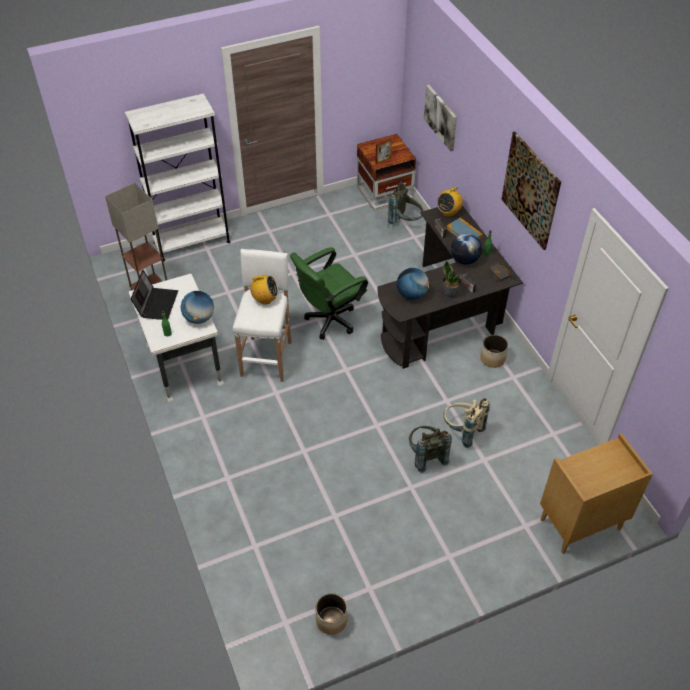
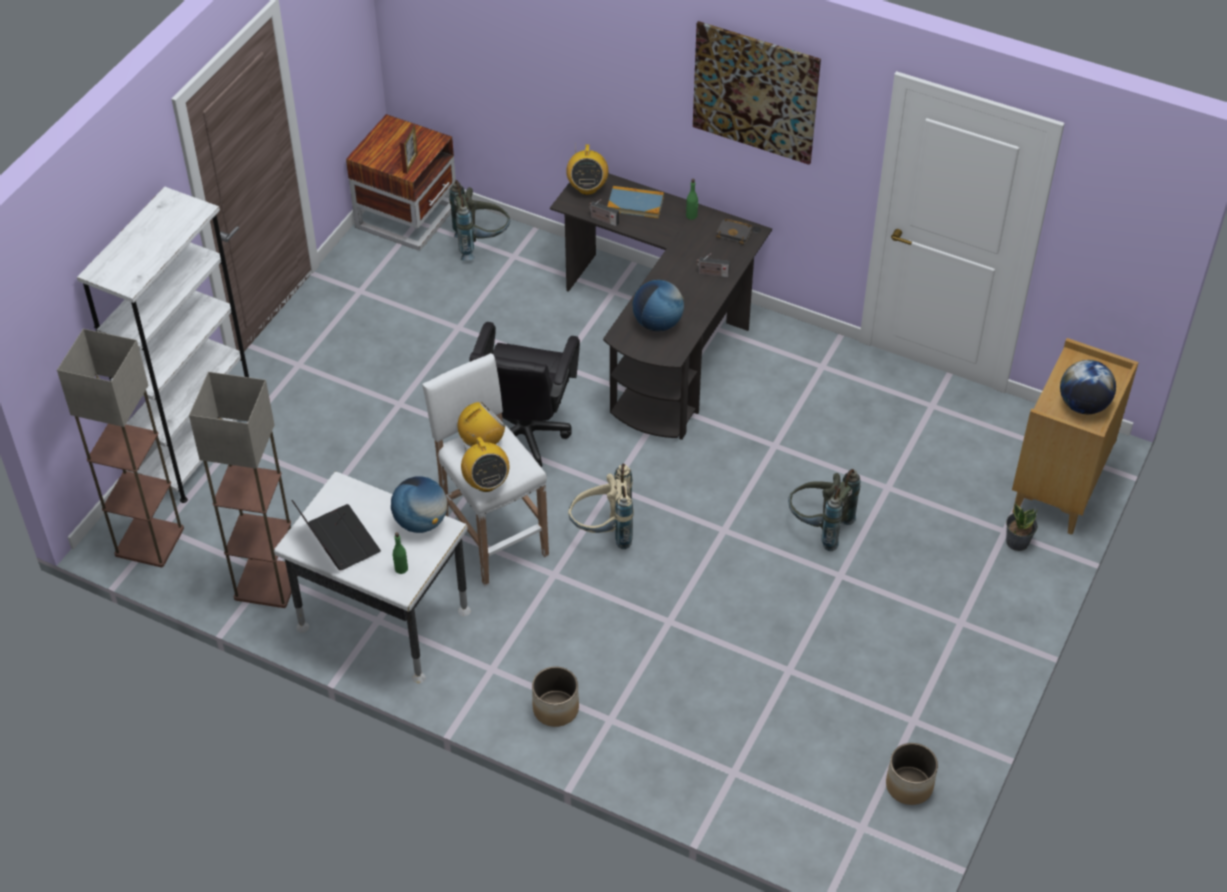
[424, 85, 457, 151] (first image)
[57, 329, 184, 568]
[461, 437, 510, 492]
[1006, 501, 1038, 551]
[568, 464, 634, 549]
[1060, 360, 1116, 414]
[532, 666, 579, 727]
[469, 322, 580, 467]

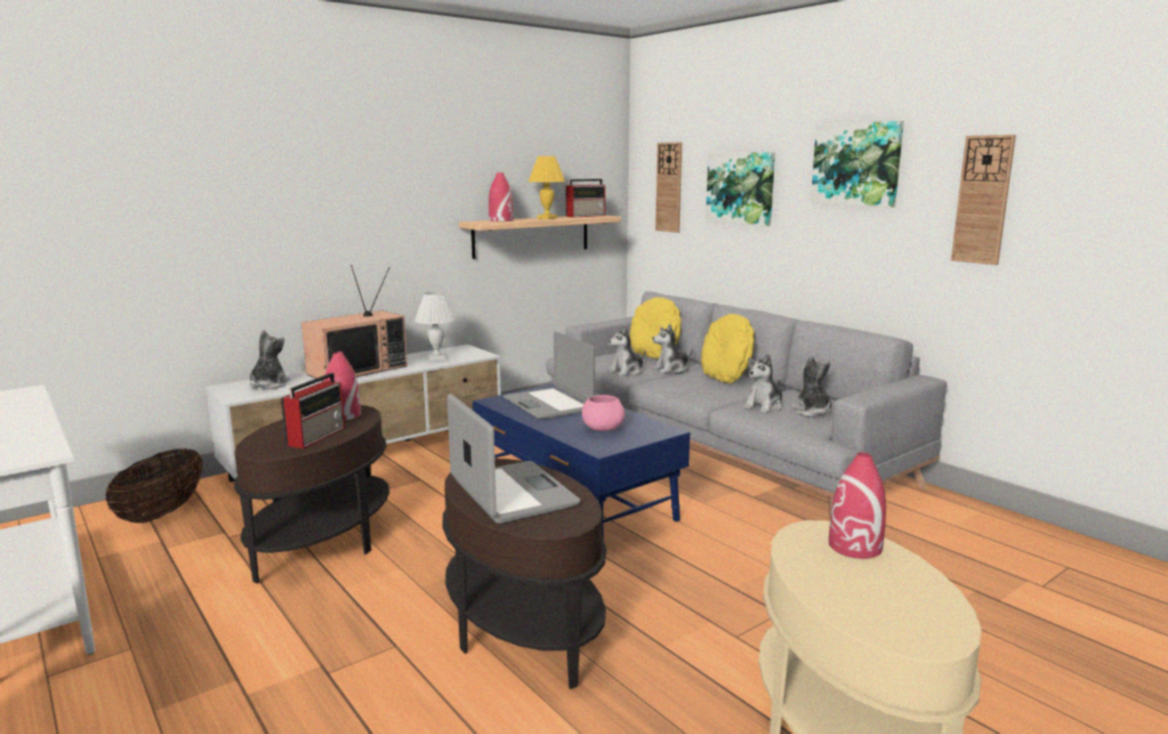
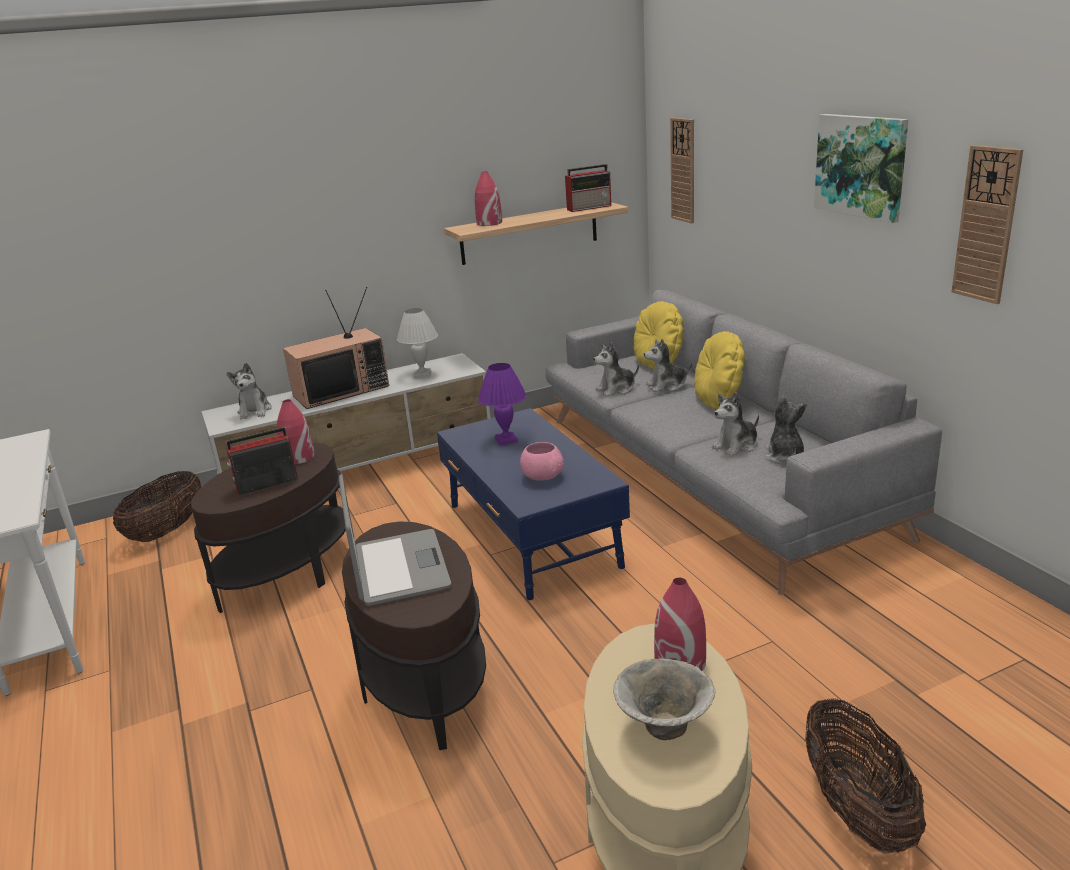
[528, 156, 565, 219] (first image)
[706, 152, 775, 226] (first image)
[613, 659, 715, 740]
[805, 698, 926, 854]
[478, 363, 526, 445]
[226, 363, 272, 419]
[226, 427, 298, 495]

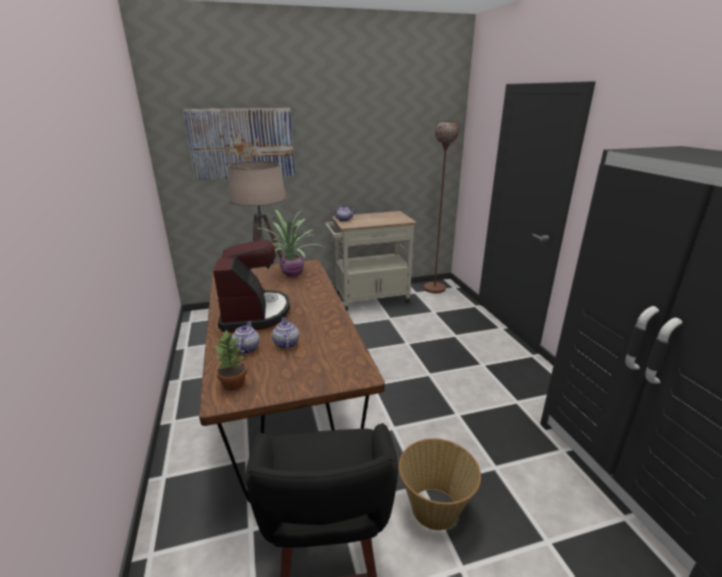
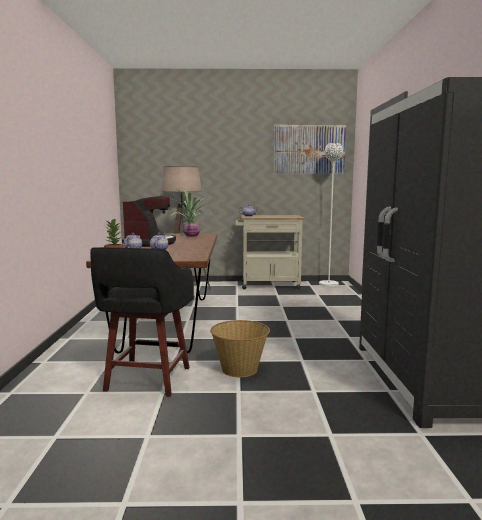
[274, 125, 346, 174]
[319, 143, 343, 287]

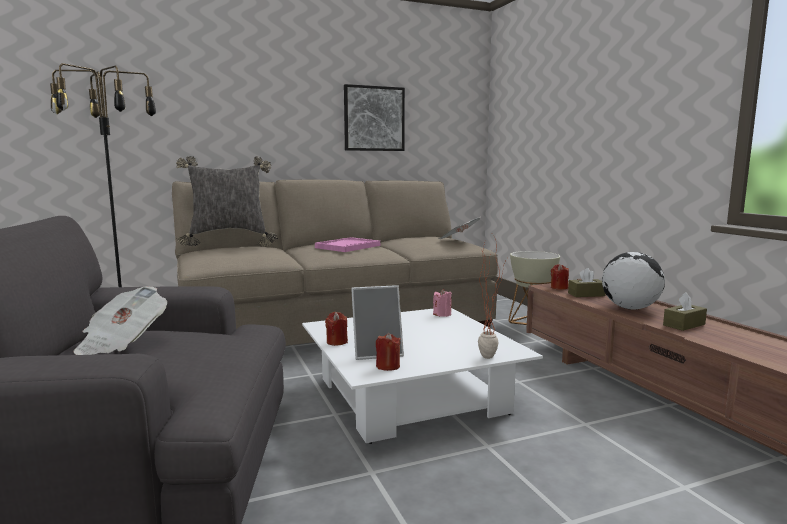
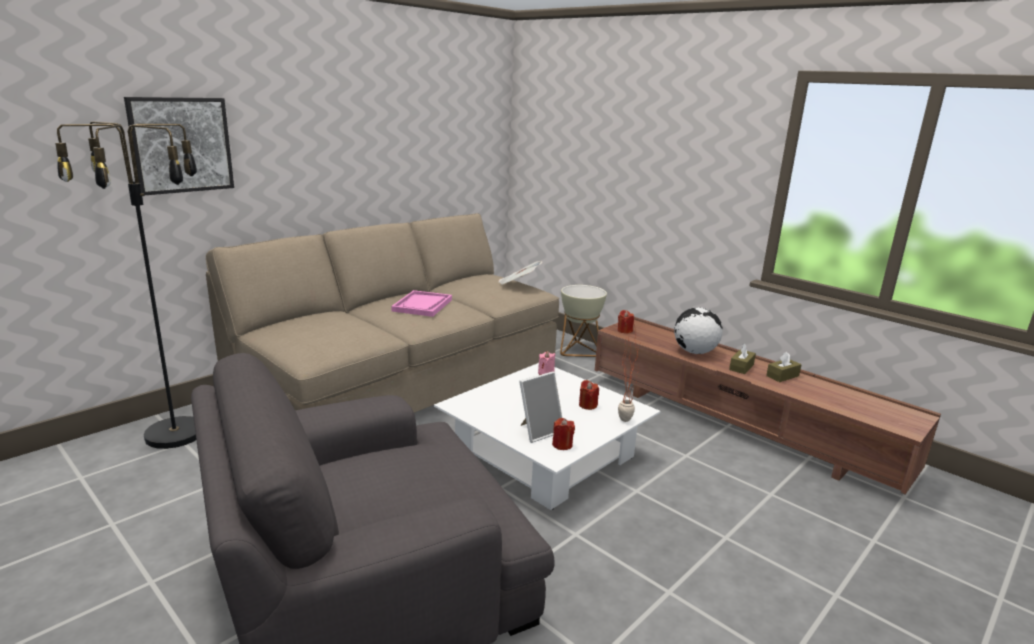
[74, 286, 167, 355] (first image)
[176, 155, 278, 247] (first image)
[579, 380, 599, 410]
[124, 97, 234, 195]
[766, 352, 802, 382]

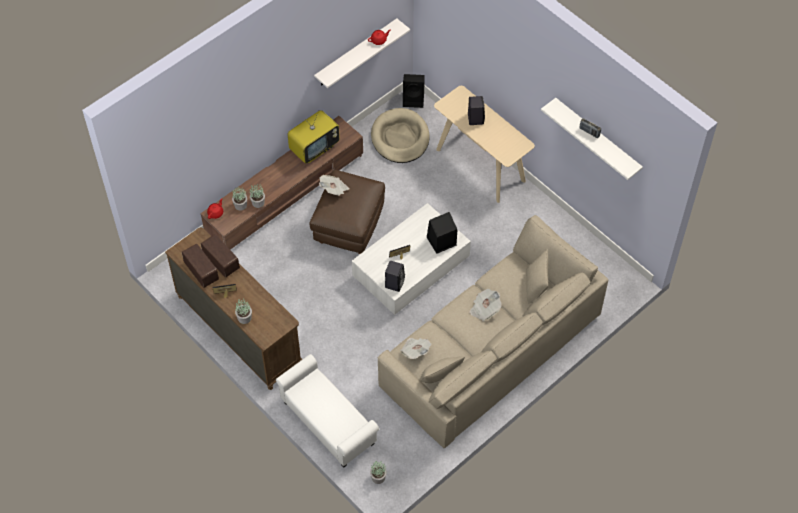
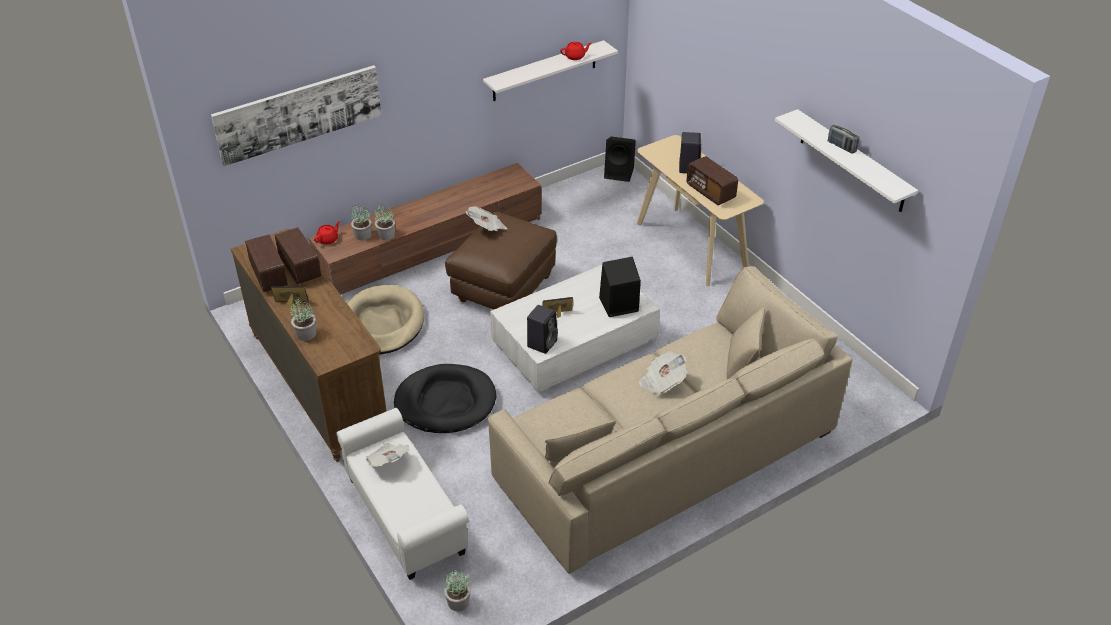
[288, 110, 340, 163] (first image)
[211, 65, 381, 166]
[394, 364, 496, 433]
[686, 156, 738, 205]
[347, 285, 424, 354]
[365, 443, 410, 467]

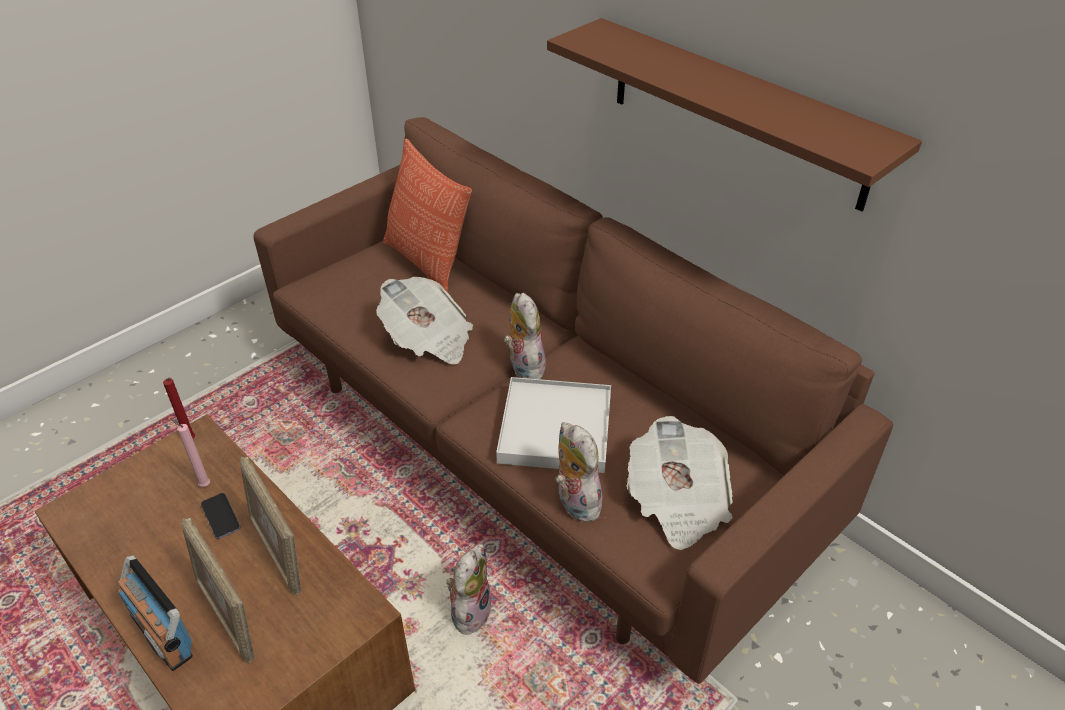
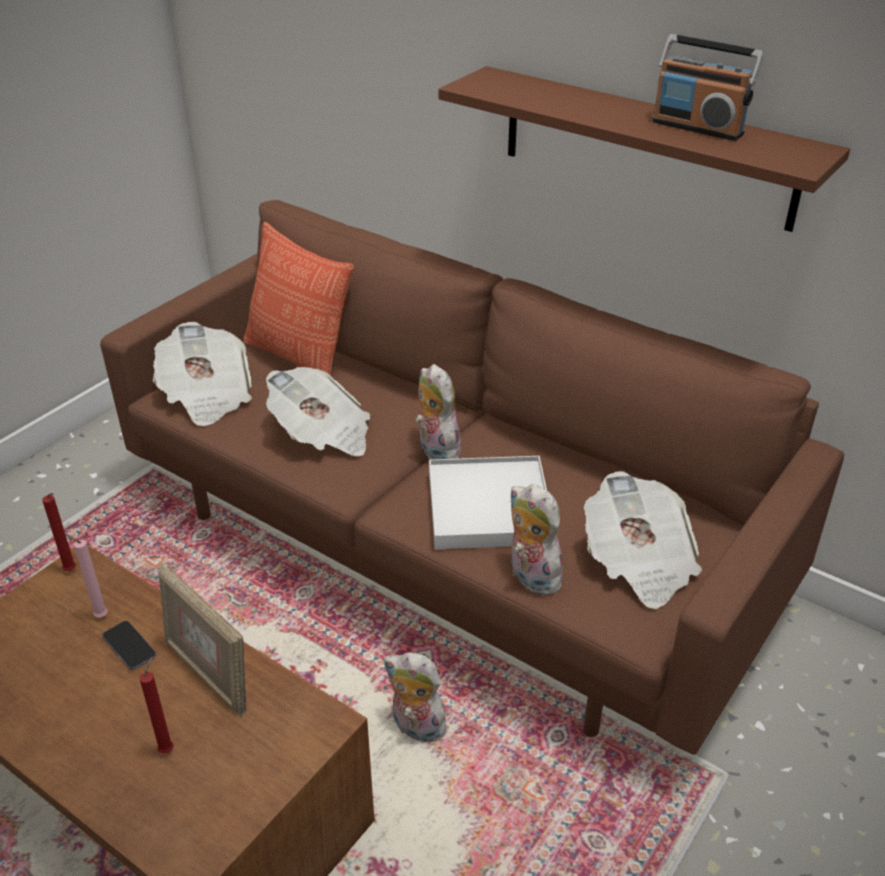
[153, 322, 252, 426]
[652, 34, 764, 141]
[140, 658, 174, 754]
[384, 652, 450, 743]

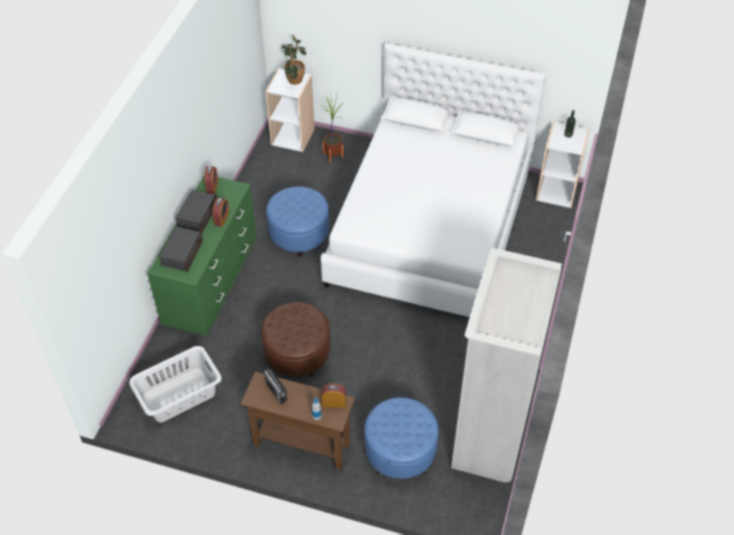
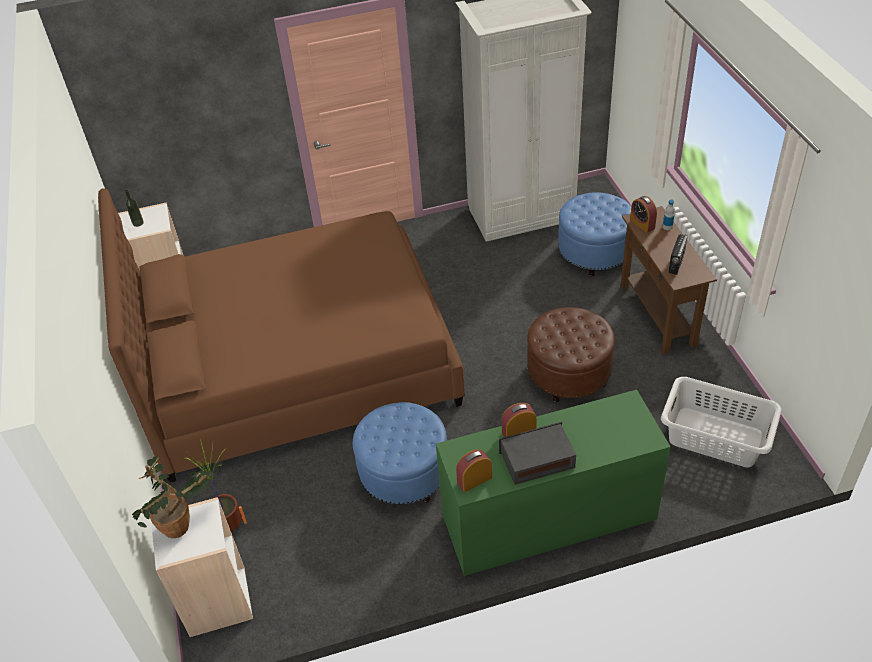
[160, 227, 203, 272] (first image)
[98, 188, 465, 483]

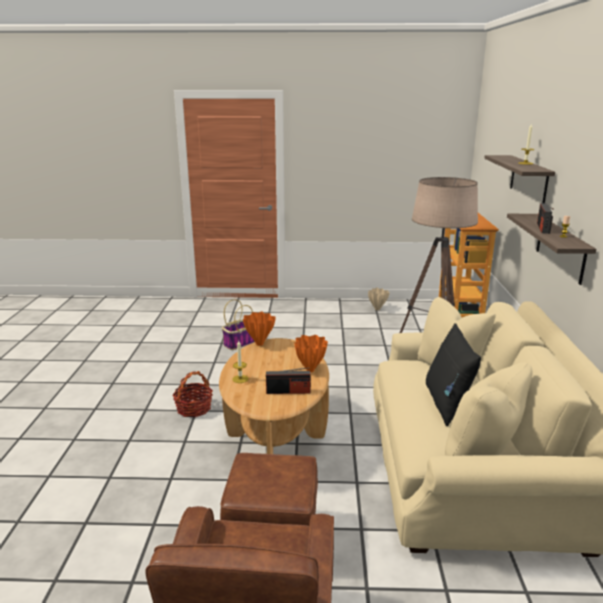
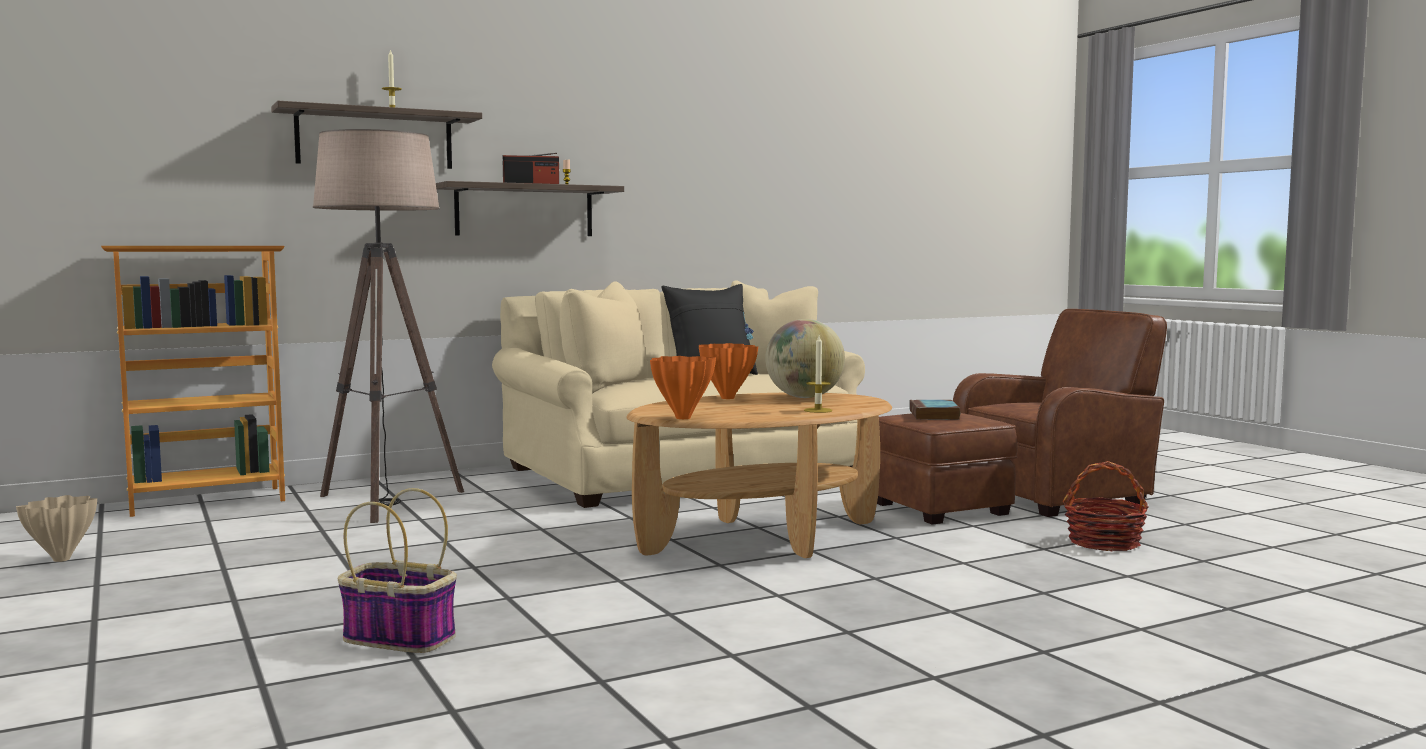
[909, 400, 960, 420]
[1063, 461, 1148, 552]
[765, 319, 845, 398]

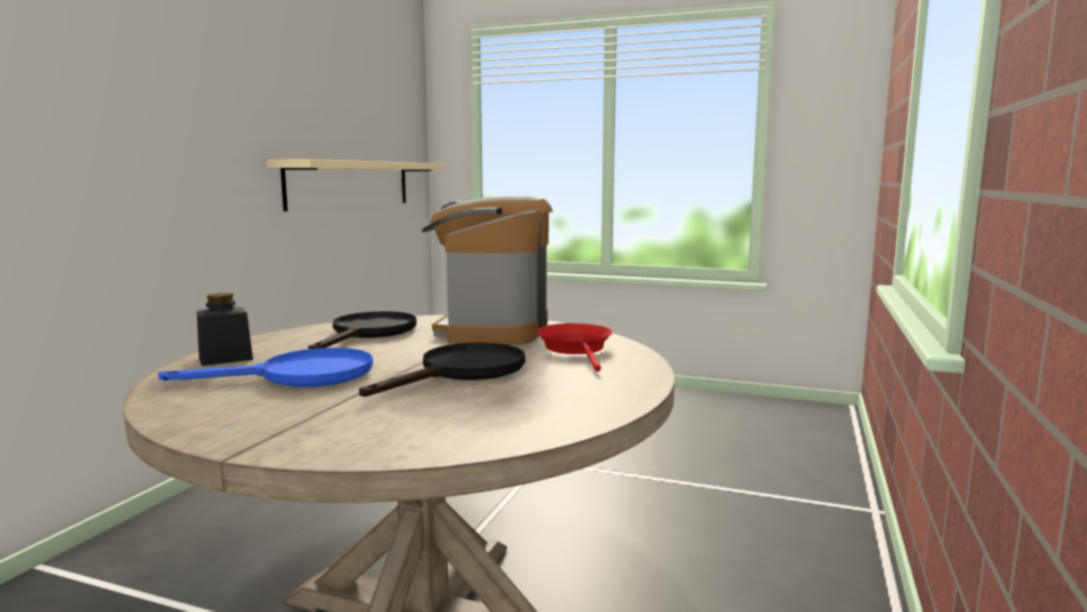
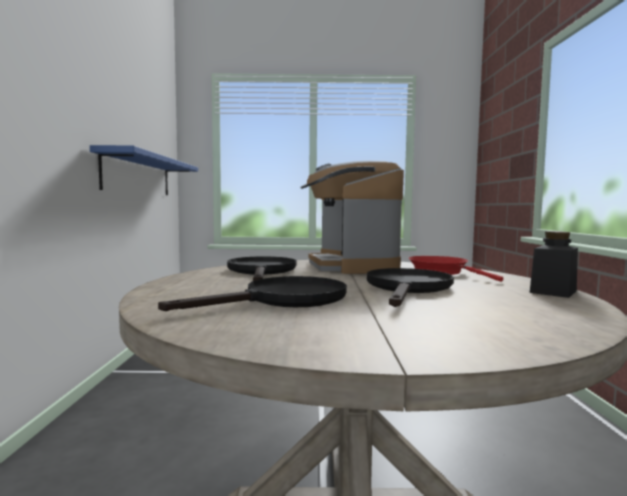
[530, 231, 578, 298]
[158, 276, 347, 311]
[90, 145, 198, 195]

